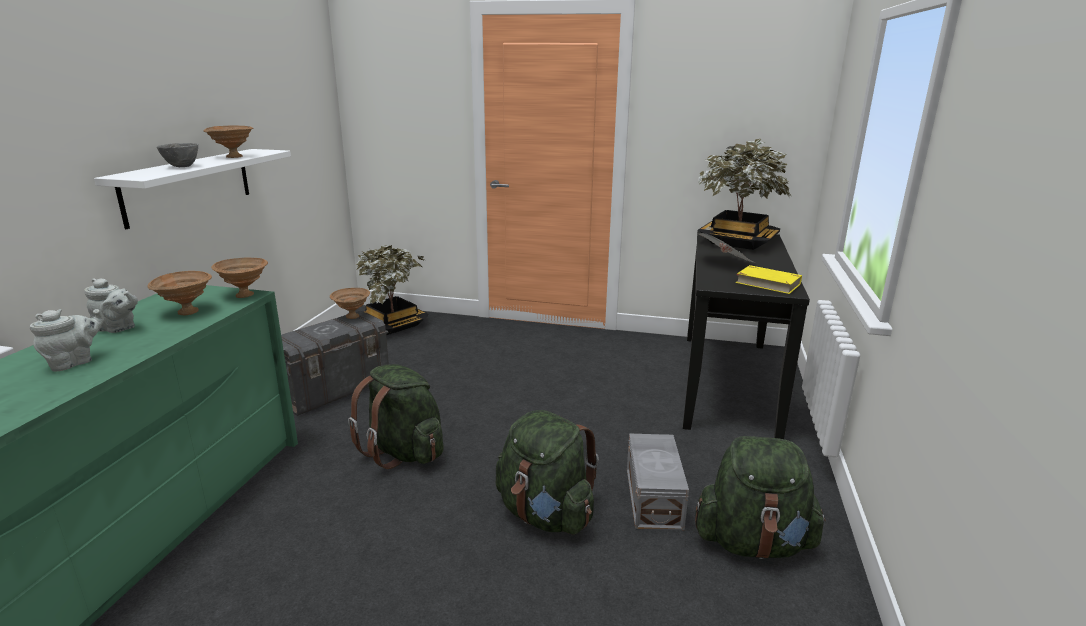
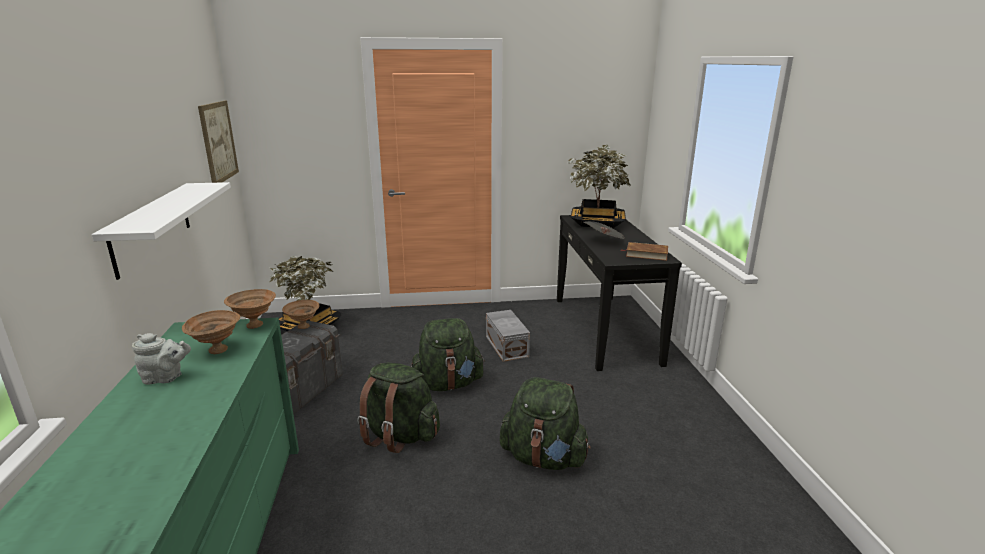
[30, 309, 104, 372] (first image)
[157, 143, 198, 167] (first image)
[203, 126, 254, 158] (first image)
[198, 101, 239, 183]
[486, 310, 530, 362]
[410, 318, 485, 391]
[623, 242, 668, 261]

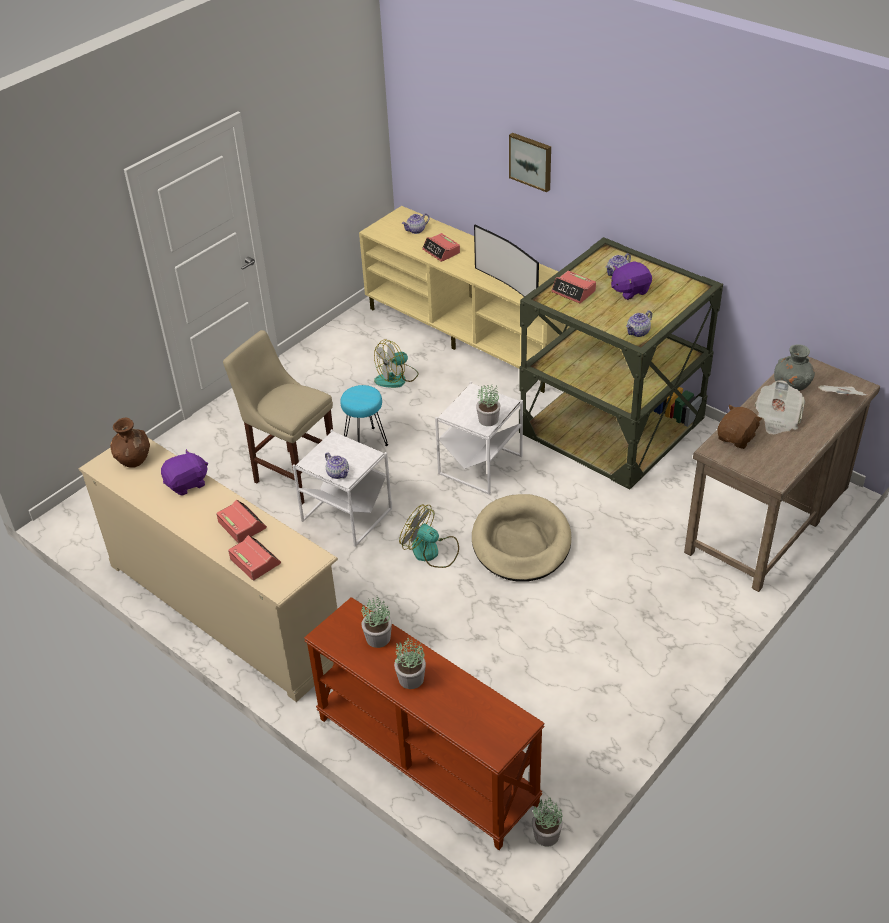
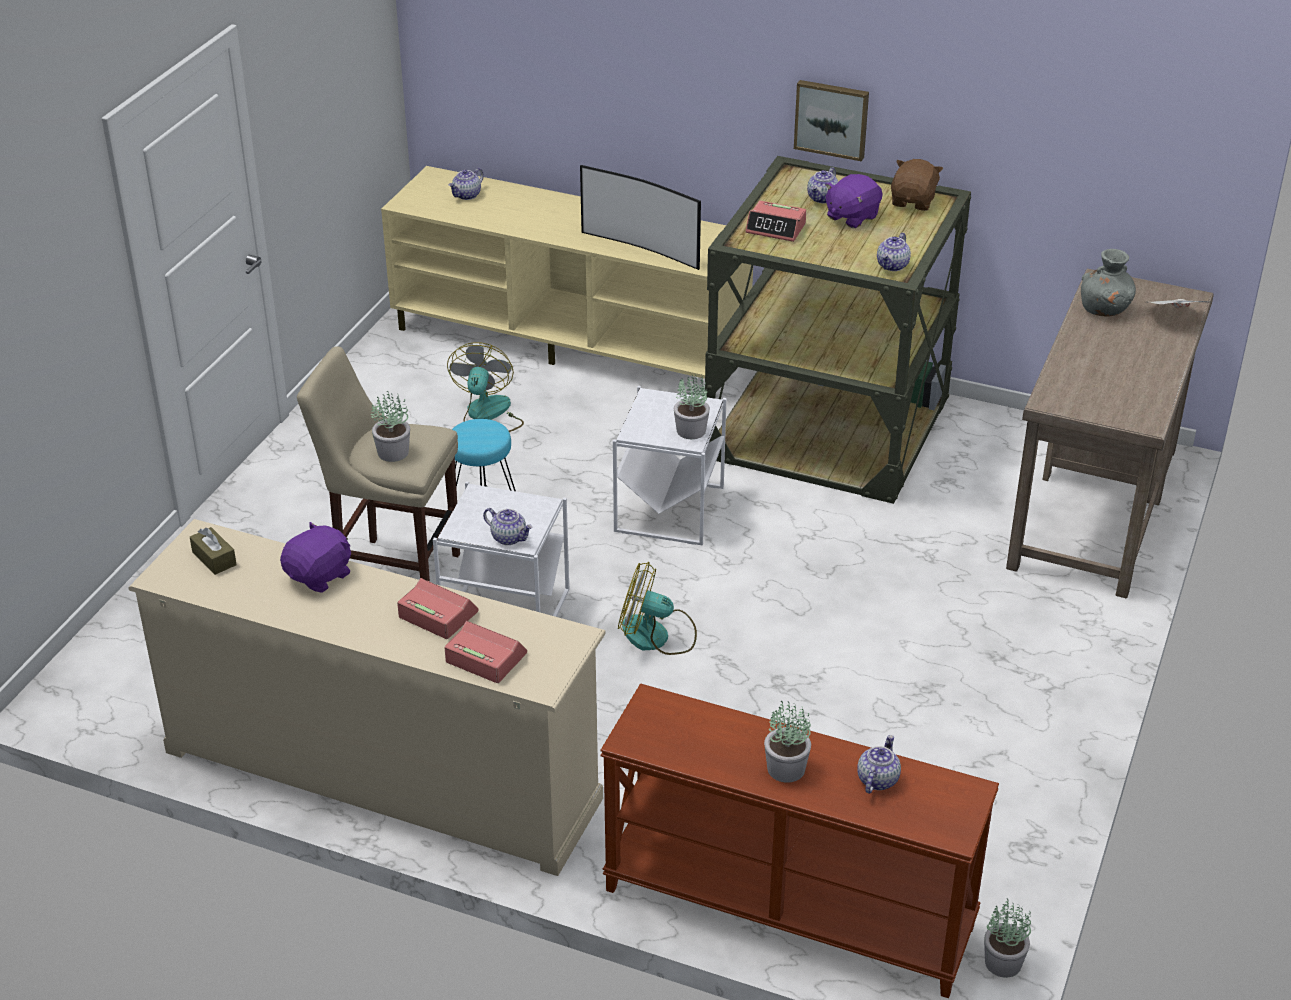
[422, 233, 460, 262] (first image)
[472, 494, 571, 582] (first image)
[755, 380, 805, 434] (first image)
[857, 735, 901, 794]
[371, 391, 410, 462]
[794, 80, 869, 161]
[891, 159, 943, 211]
[190, 527, 237, 575]
[447, 342, 524, 432]

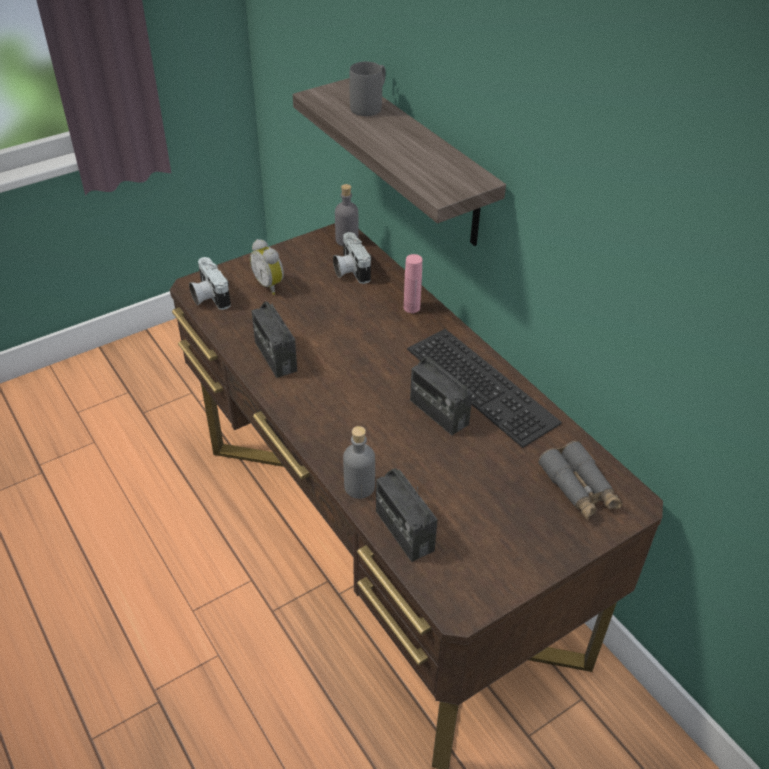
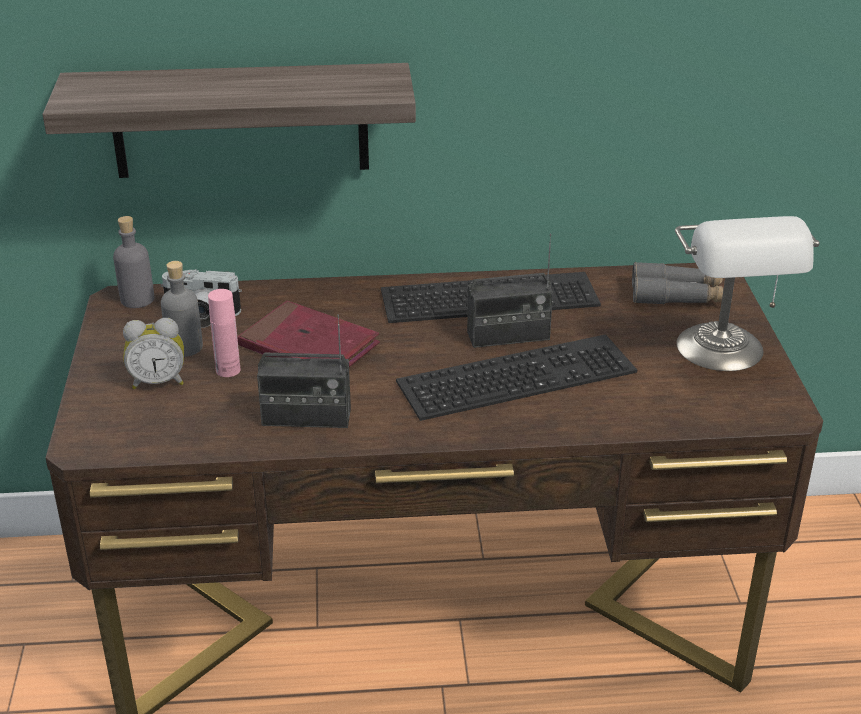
[189, 257, 231, 310] (first image)
[349, 62, 386, 116] (first image)
[376, 468, 438, 562] (first image)
[237, 301, 380, 367]
[396, 334, 637, 421]
[675, 216, 820, 371]
[161, 261, 203, 357]
[208, 289, 240, 377]

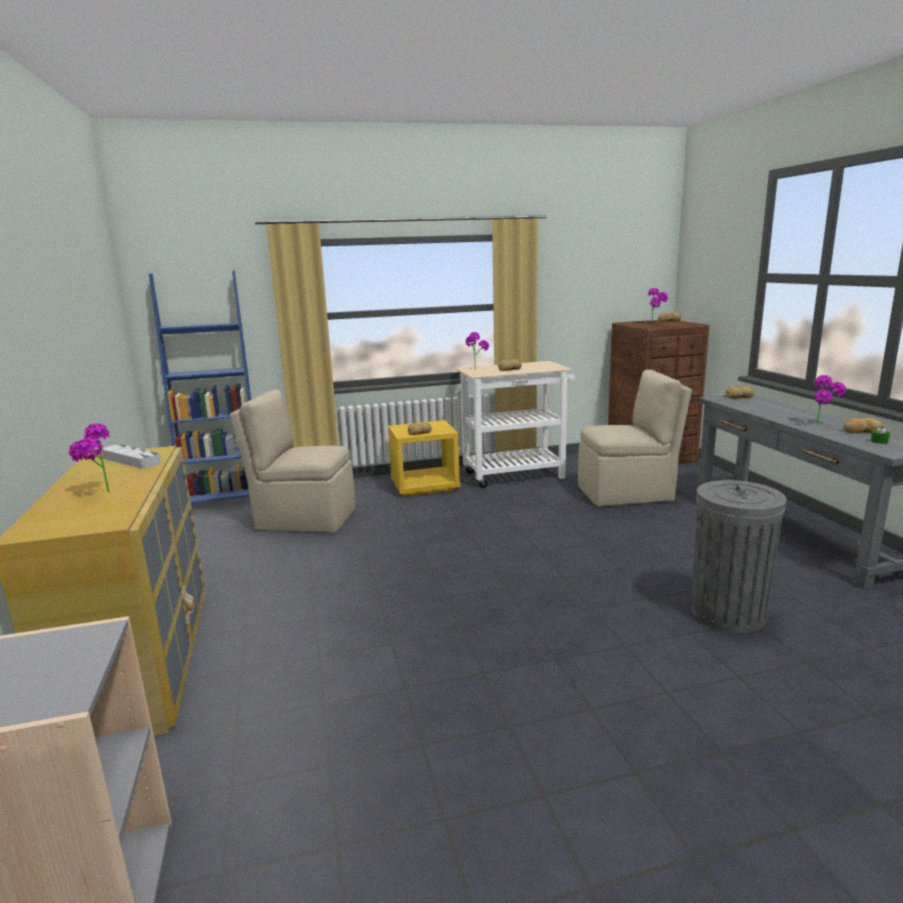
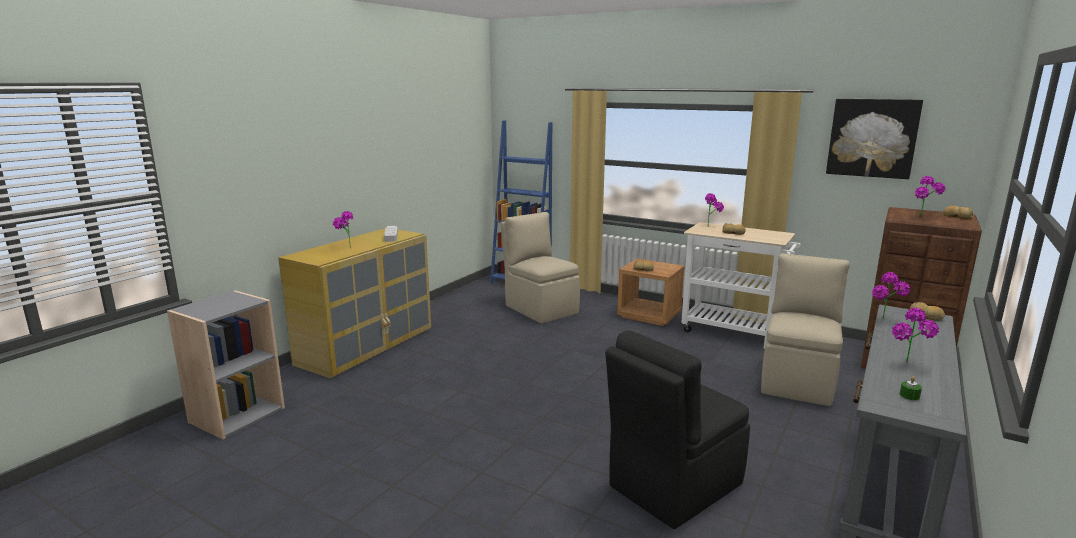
[843, 418, 882, 433] (first image)
[826, 99, 923, 179]
[872, 272, 910, 319]
[605, 330, 750, 529]
[617, 259, 685, 326]
[761, 253, 850, 406]

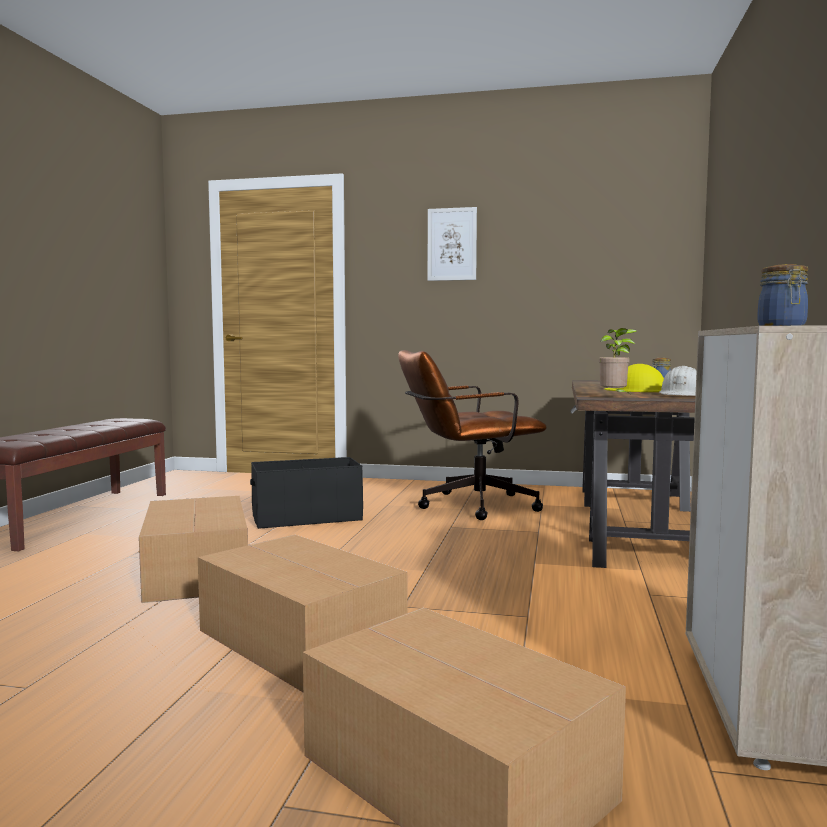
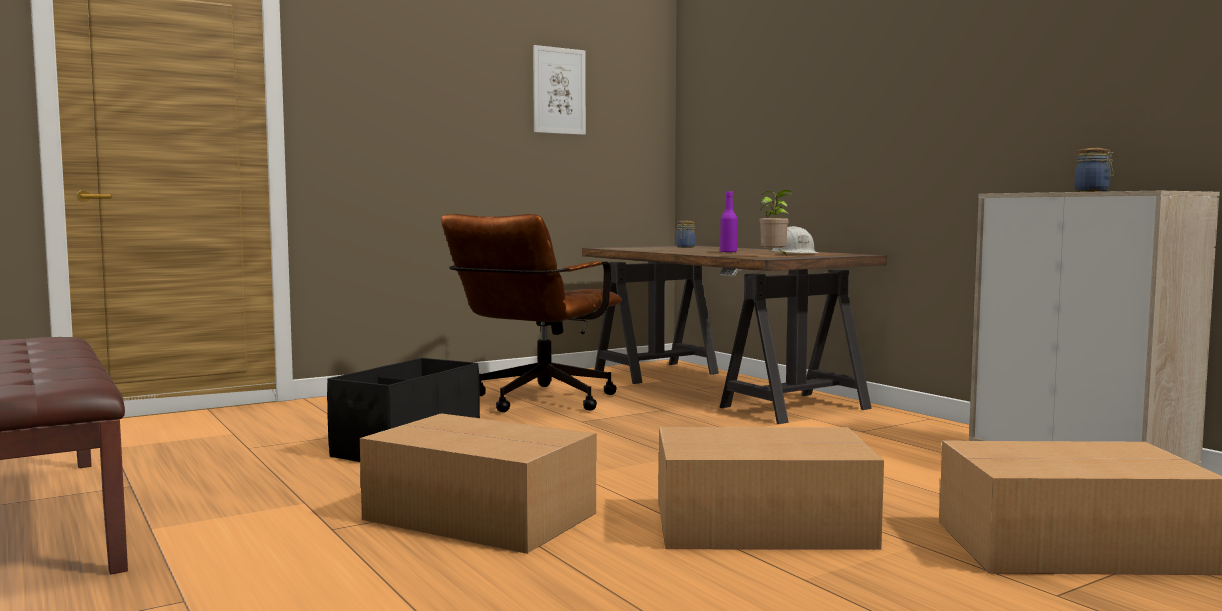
[533, 45, 586, 135]
[720, 191, 737, 252]

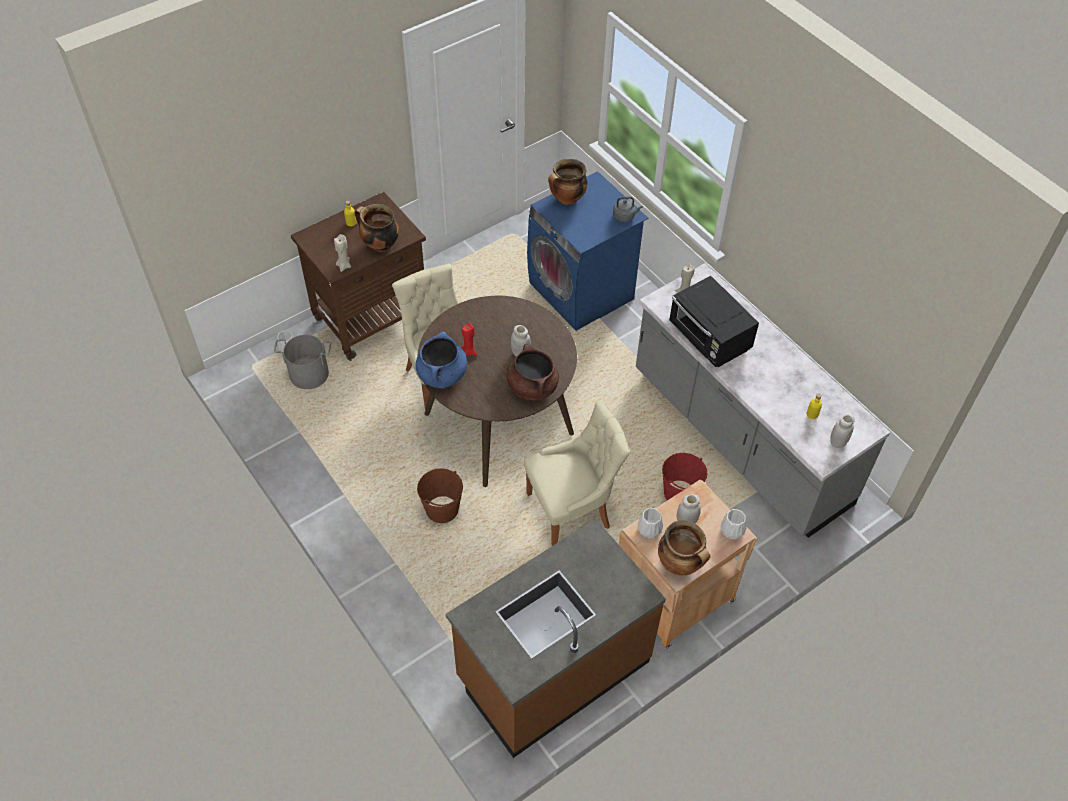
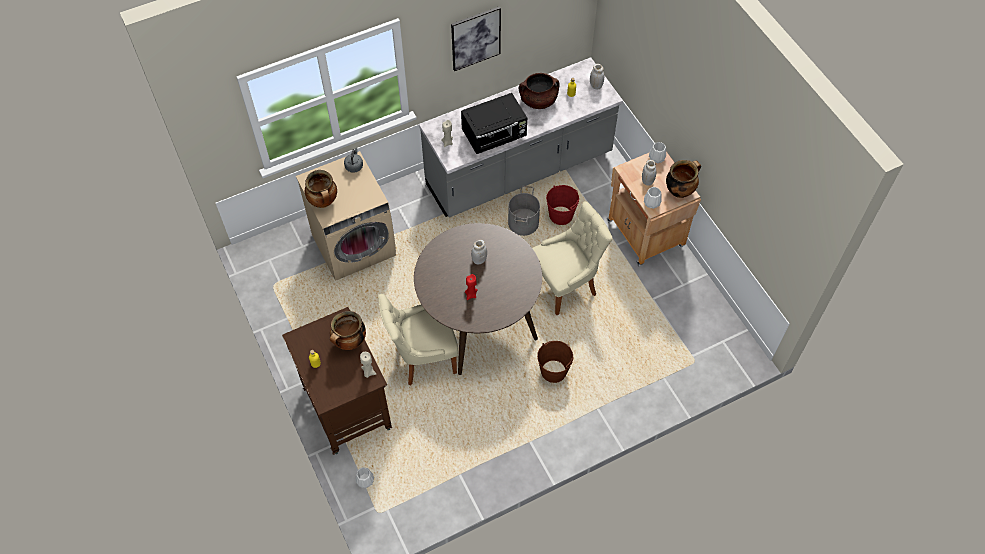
[416, 332, 467, 389] (first image)
[446, 519, 666, 758] (first image)
[451, 6, 501, 71]
[508, 186, 540, 236]
[519, 73, 560, 109]
[296, 151, 396, 281]
[533, 201, 613, 315]

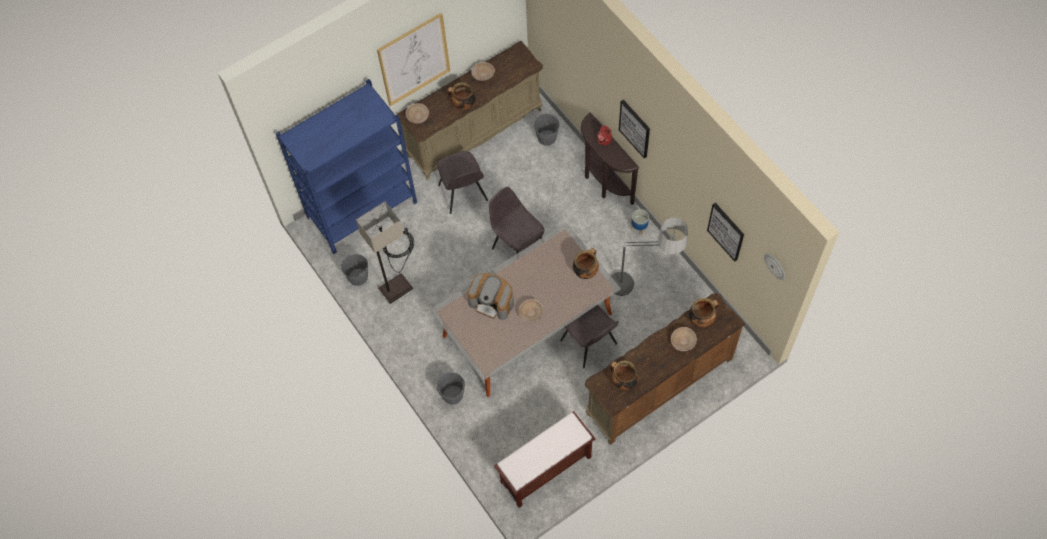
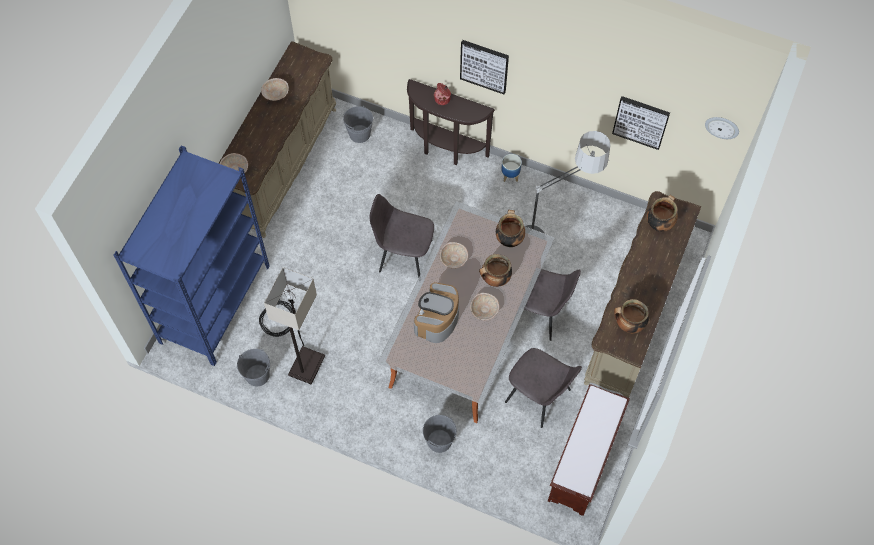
[377, 13, 450, 106] (first image)
[505, 348, 582, 428]
[479, 254, 512, 287]
[440, 242, 468, 269]
[414, 282, 459, 343]

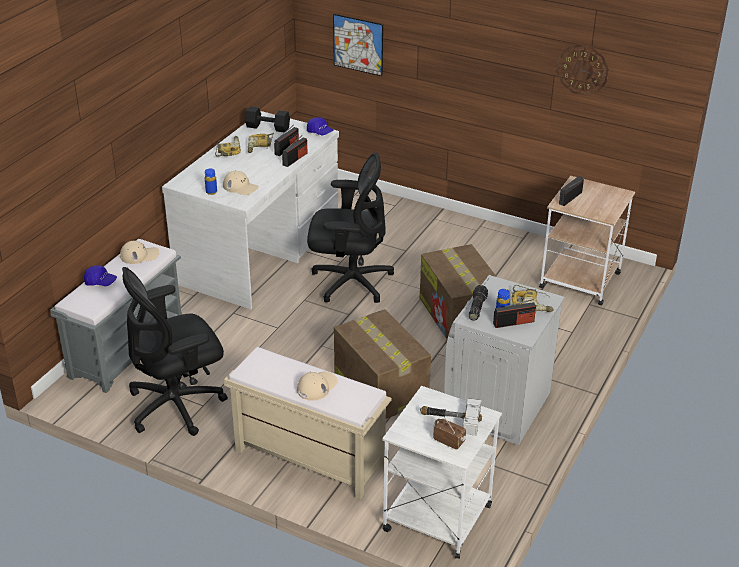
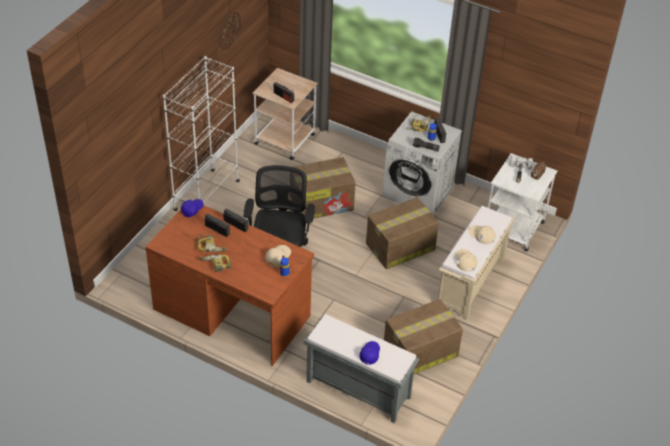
[245, 106, 290, 132] (first image)
[333, 14, 383, 76] (first image)
[163, 56, 240, 211]
[455, 249, 477, 272]
[384, 299, 463, 374]
[145, 199, 314, 366]

